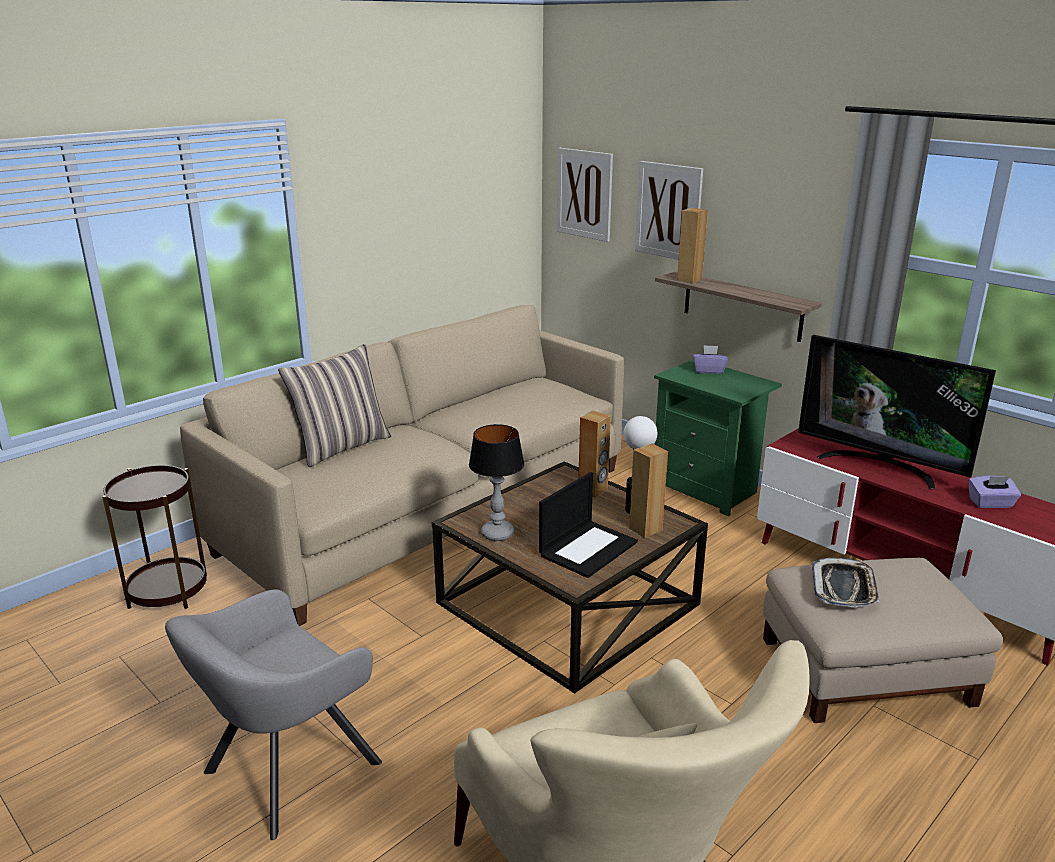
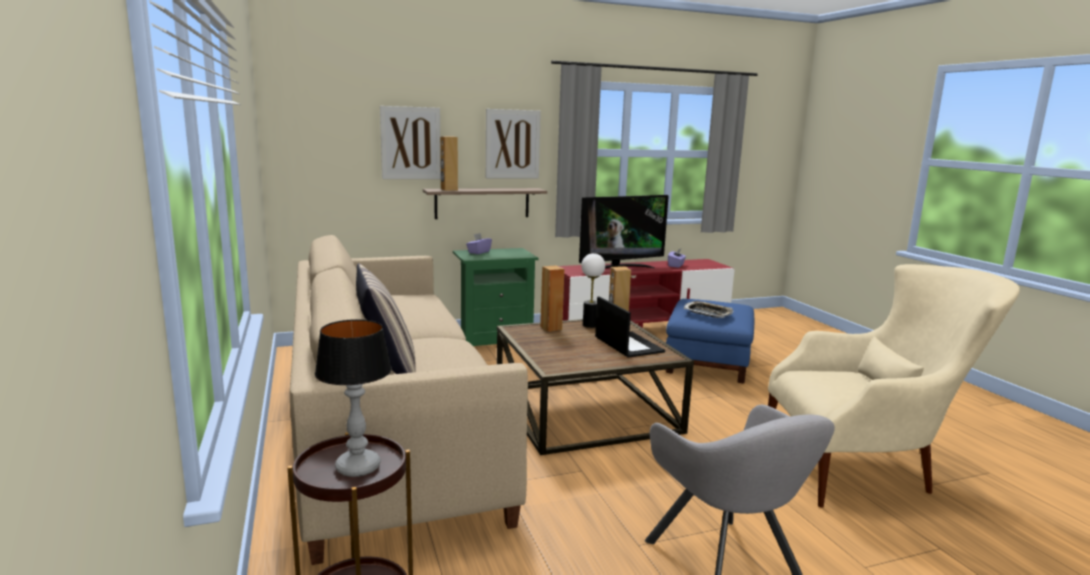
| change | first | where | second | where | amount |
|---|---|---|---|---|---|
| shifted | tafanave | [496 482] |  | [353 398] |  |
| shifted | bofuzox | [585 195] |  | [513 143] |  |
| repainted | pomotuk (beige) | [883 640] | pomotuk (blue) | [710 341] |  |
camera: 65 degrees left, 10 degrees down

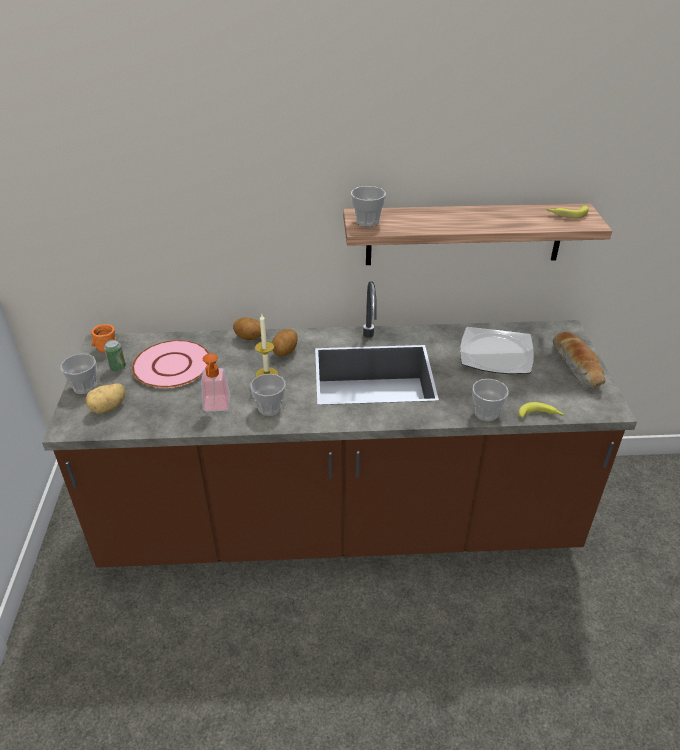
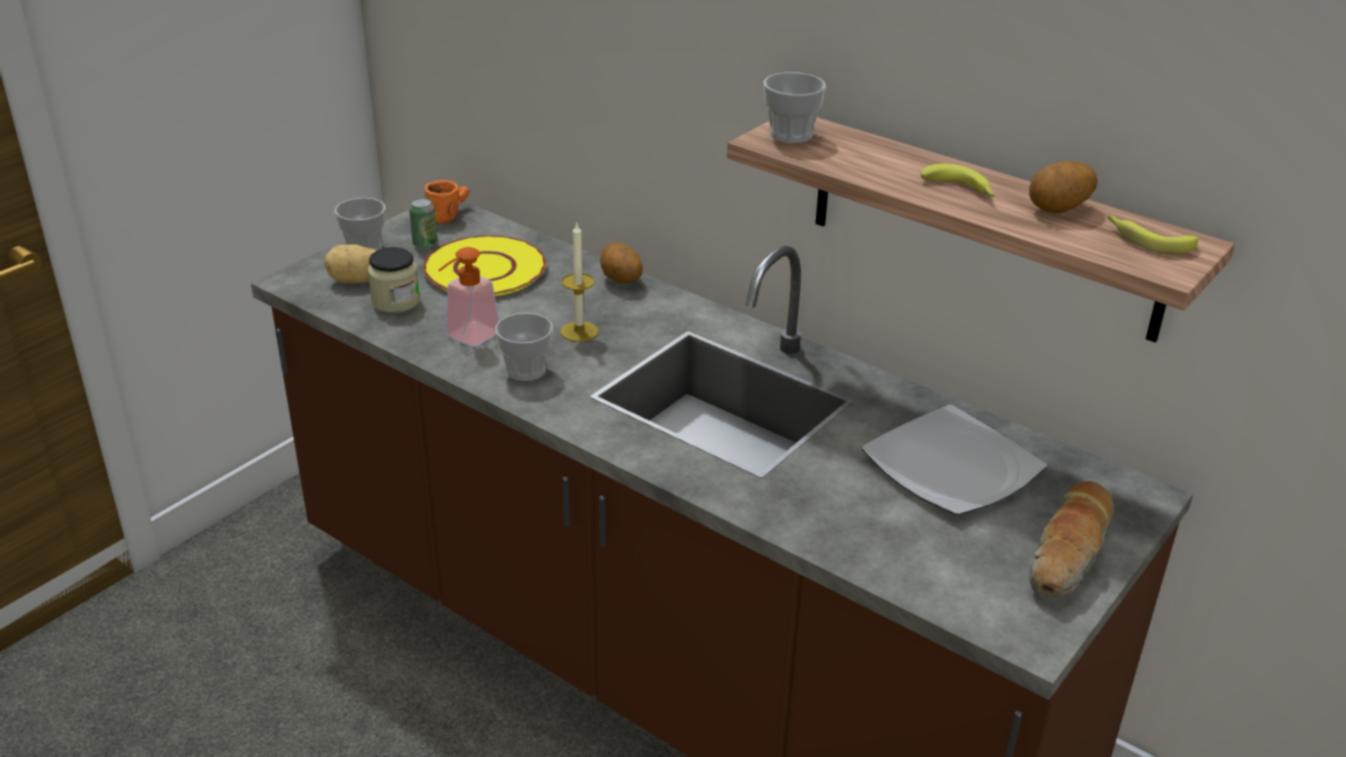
| change | first | where | second | where | amount |
|---|---|---|---|---|---|
| repainted | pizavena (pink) | [170 364] | pizavena (yellow) | [484 265] |  |
| shifted | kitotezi | [285 343] |  | [1063 187] |  |
| gone | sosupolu | [490 400] |  |  |  |
| shifted | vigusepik | [541 410] |  | [958 180] |  |
| new |  |  | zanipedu | [394 280] |  |
camera: 40 degrees right, 5 degrees down

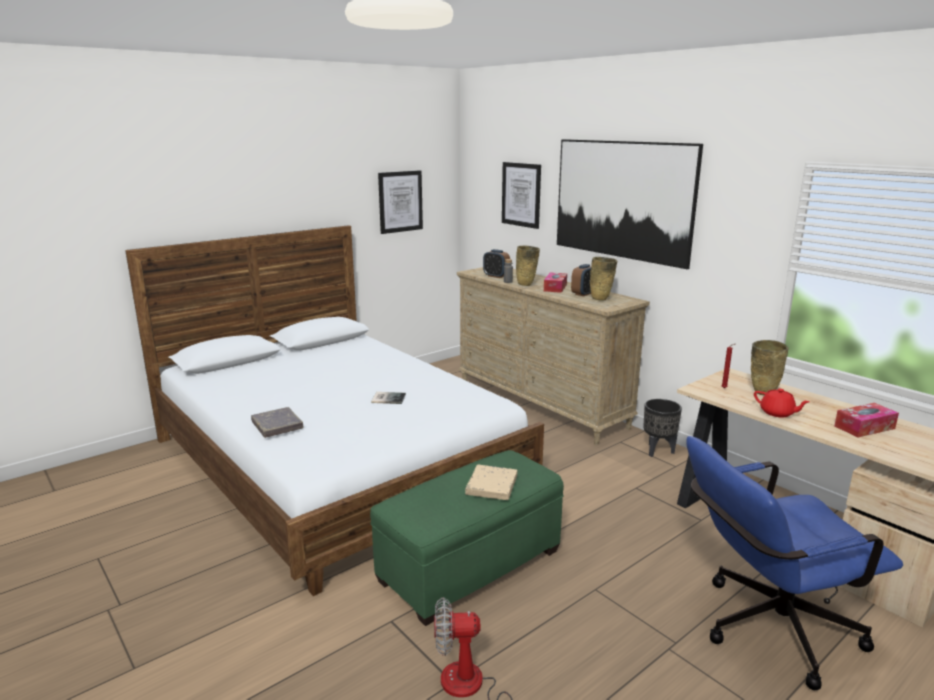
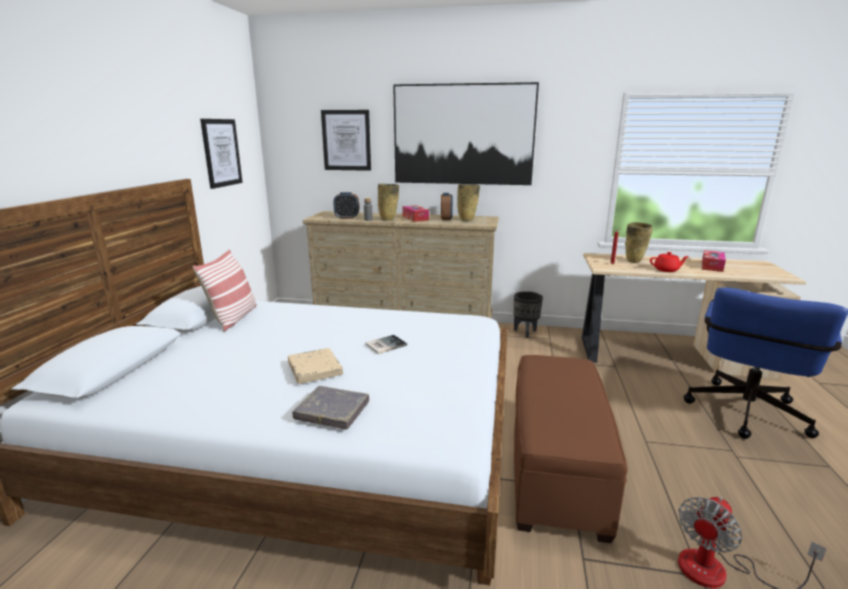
| change | first | where | second | where | amount |
|---|---|---|---|---|---|
| repainted | pomotuk (green) | [467 538] | pomotuk (brown) | [570 449] |  |
| shifted | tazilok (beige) | [491 482] |  | [315 366] |  |
| new |  |  | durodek | [224 290] |  |
camera: 40 degrees left, 0 degrees up

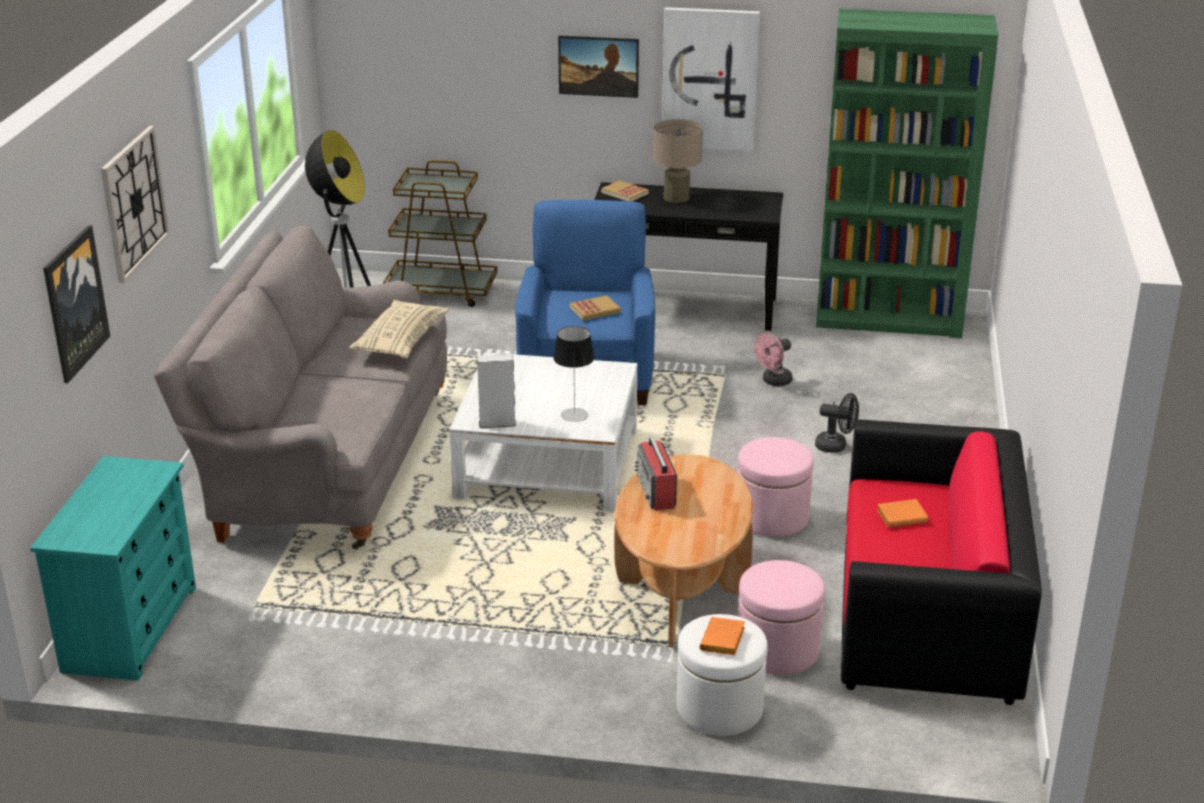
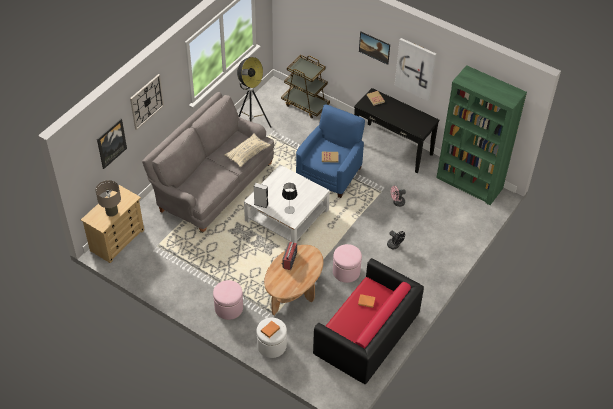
| change | first | where | second | where | amount |
|---|---|---|---|---|---|
| repainted | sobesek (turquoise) | [113 568] | sobesek (beige) | [112 224] |  |
| shifted | tafanave (beige) | [678 161] |  | [108 198] |  |
| shifted | pomotuk (pink) | [781 617] |  | [228 300] |  |
camera: 25 degrees right, 20 degrees up

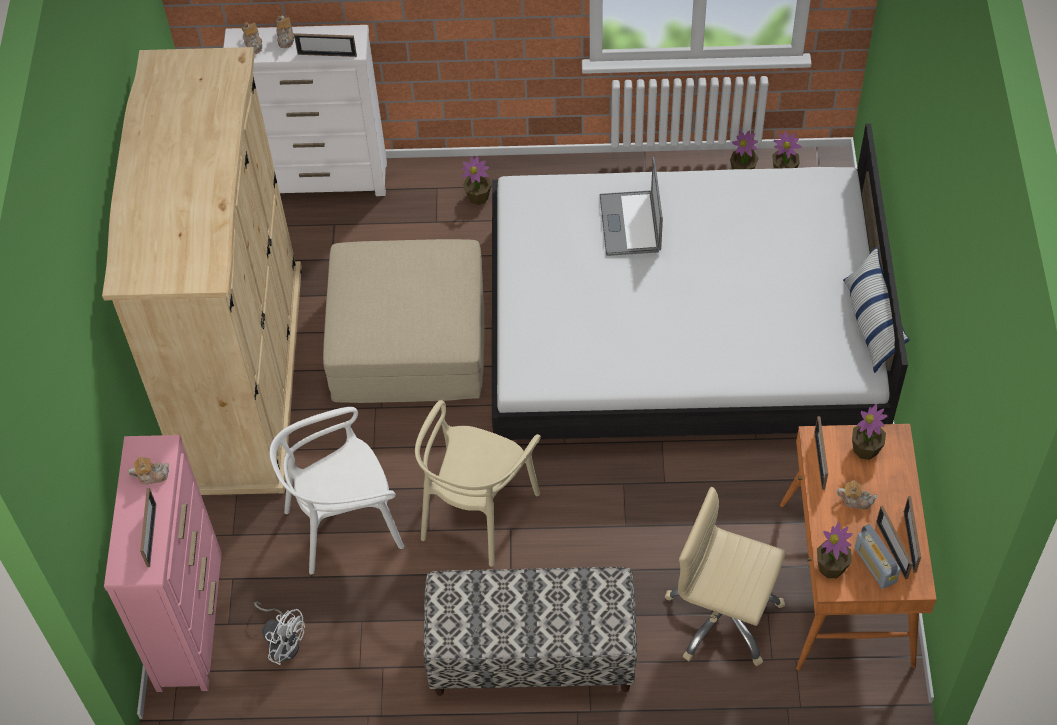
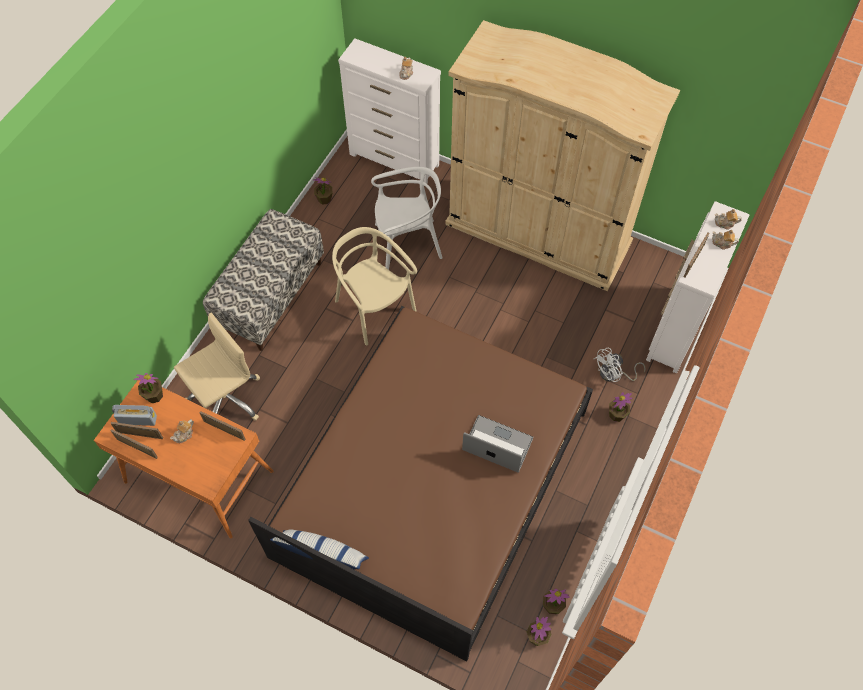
| change | first | where | second | where | amount |
|---|---|---|---|---|---|
| repainted | sobesek (pink) | [163 563] | sobesek (white) | [389 110] |  |
| gone | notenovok | [148 527] |  |  |  |
| shifted | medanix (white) | [279 633] |  | [620 364] |  |
| rotated | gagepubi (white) | [337 491] |  | [407 218] | 75 degrees clockwise |
| gone | pomotuk (beige) | [403 321] |  |  |  |
| repainted | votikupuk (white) | [700 281] | votikupuk (brown) | [420 483] |  |
| shifted | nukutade | [869 432] |  | [322 191] |  |
camera: 115 degrees right, 5 degrees up

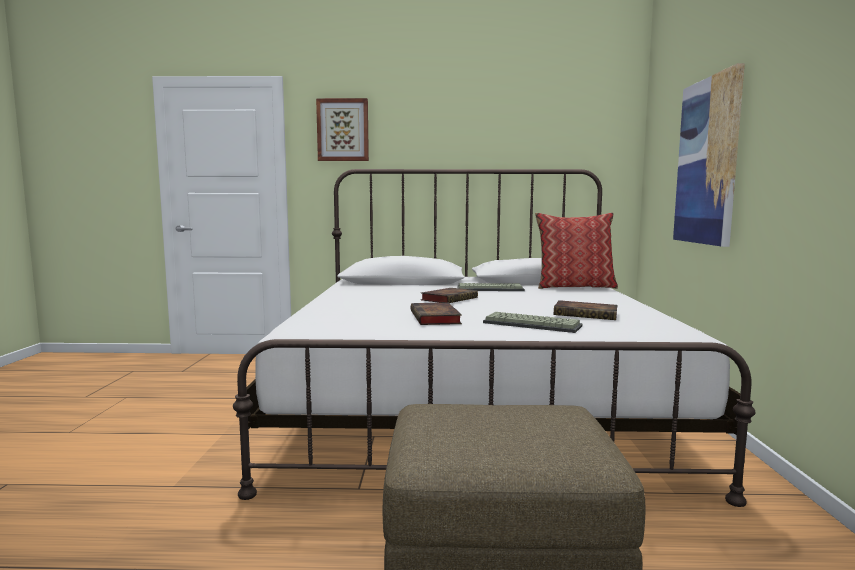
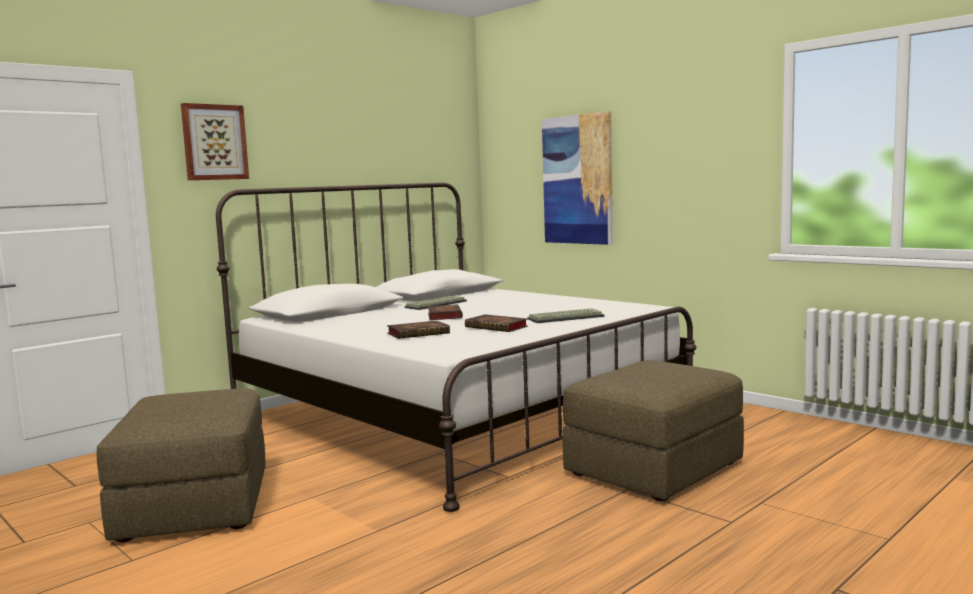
| change | first | where | second | where | amount |
|---|---|---|---|---|---|
| gone | durodek | [576 250] |  |  |  |
| shifted | tazilok | [585 310] |  | [418 330] |  |
| new |  |  | pomotuk (brown) | [181 465] |  |
camera: 45 degrees left, 0 degrees up

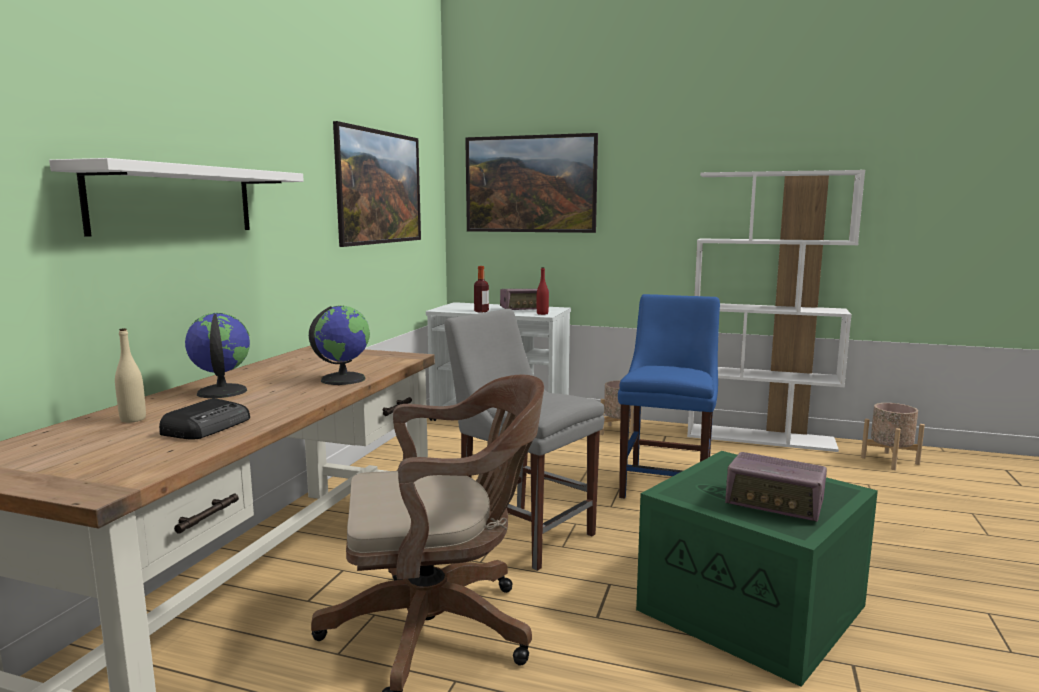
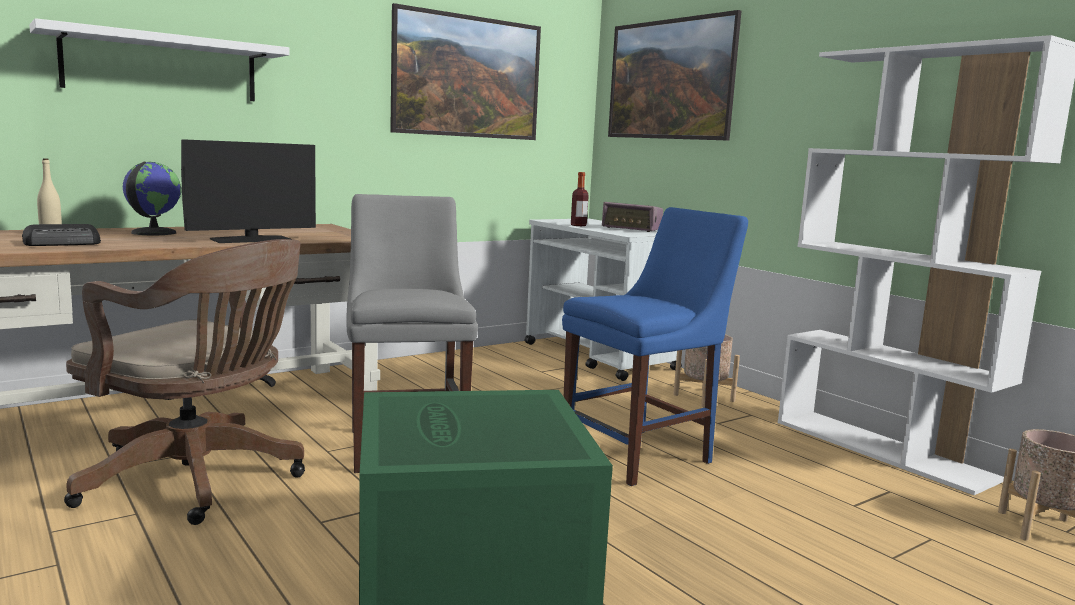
| change | first | where | second | where | amount |
|---|---|---|---|---|---|
| swapped | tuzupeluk | [339 345] | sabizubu | [248 191] |  |
| gone | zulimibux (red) | [543 291] |  |  |  |
| gone | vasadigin | [776 487] |  |  |  |
camera: 35 degrees right, 0 degrees up

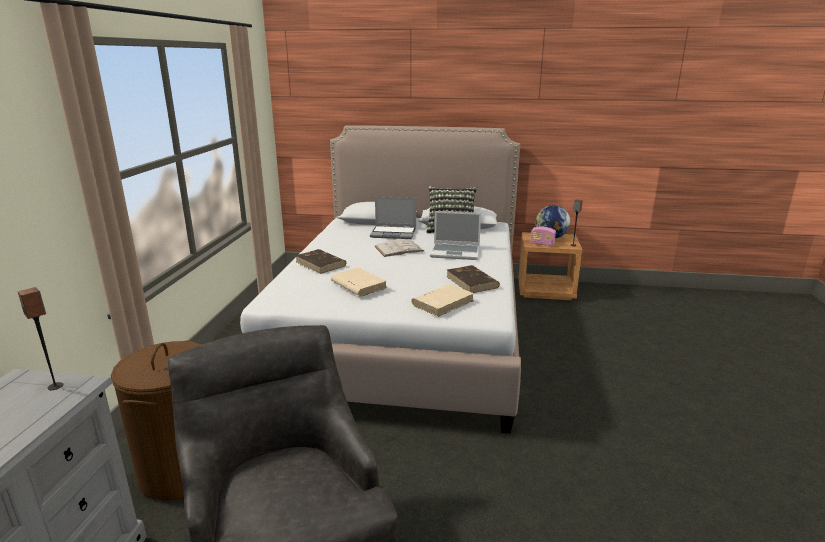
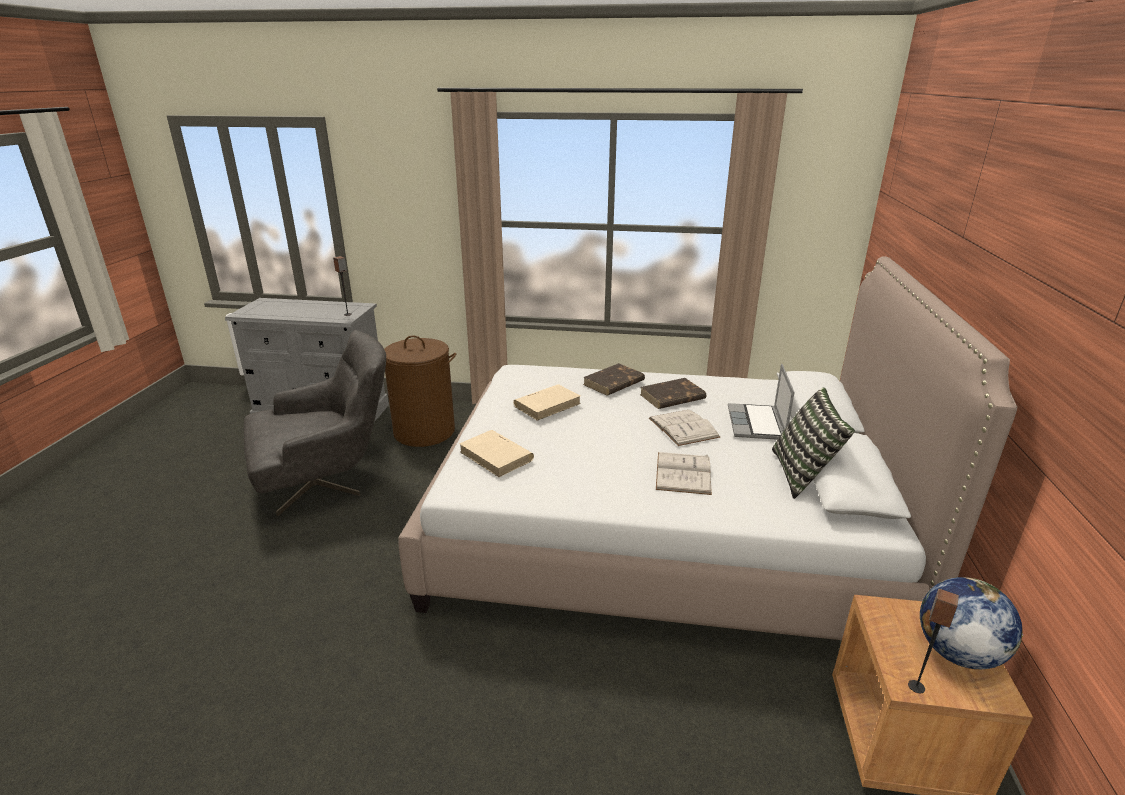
| change | first | where | second | where | amount |
|---|---|---|---|---|---|
| swapped | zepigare | [455 235] | tazilok (white) | [684 473] |  |
| shifted | tazilok (brown) | [473 279] |  | [673 393] |  |
| gone | vasadigin | [543 236] |  |  |  |
camera: 90 degrees right, 5 degrees up

